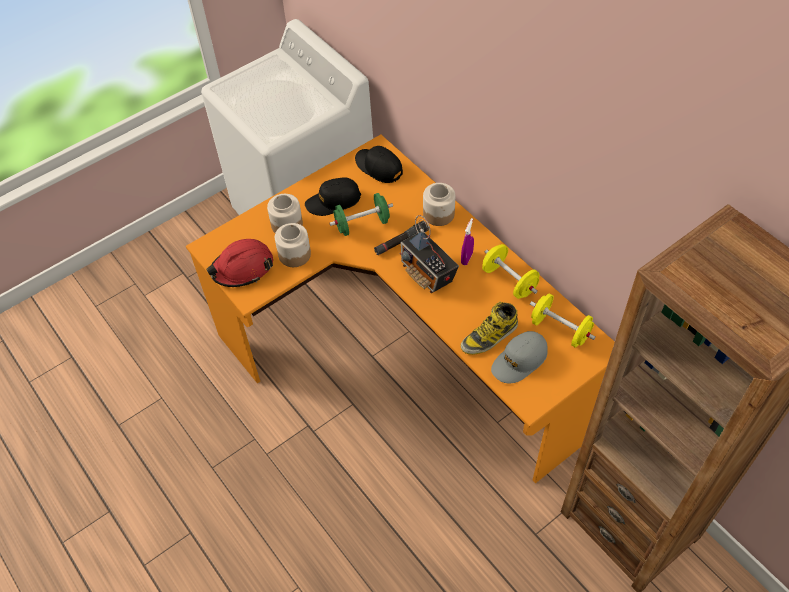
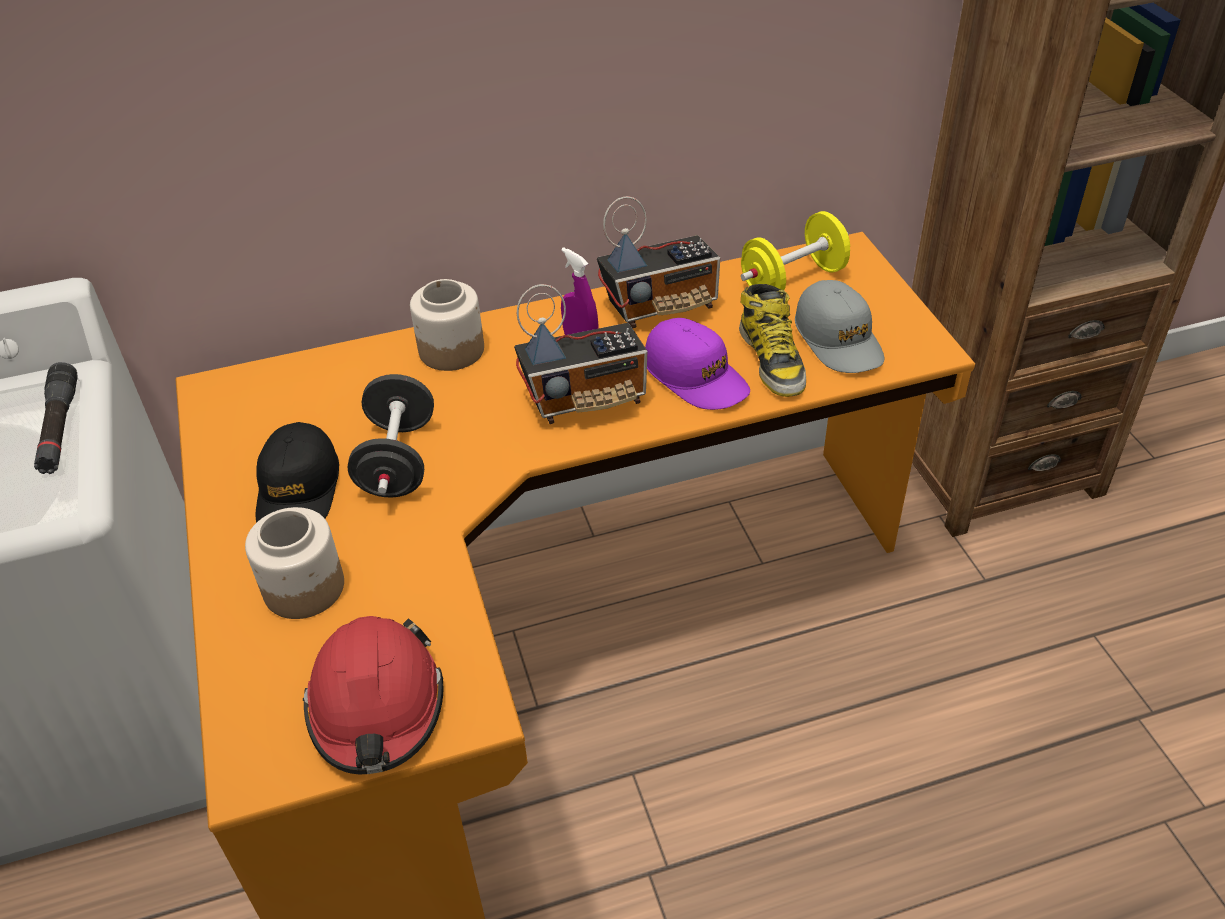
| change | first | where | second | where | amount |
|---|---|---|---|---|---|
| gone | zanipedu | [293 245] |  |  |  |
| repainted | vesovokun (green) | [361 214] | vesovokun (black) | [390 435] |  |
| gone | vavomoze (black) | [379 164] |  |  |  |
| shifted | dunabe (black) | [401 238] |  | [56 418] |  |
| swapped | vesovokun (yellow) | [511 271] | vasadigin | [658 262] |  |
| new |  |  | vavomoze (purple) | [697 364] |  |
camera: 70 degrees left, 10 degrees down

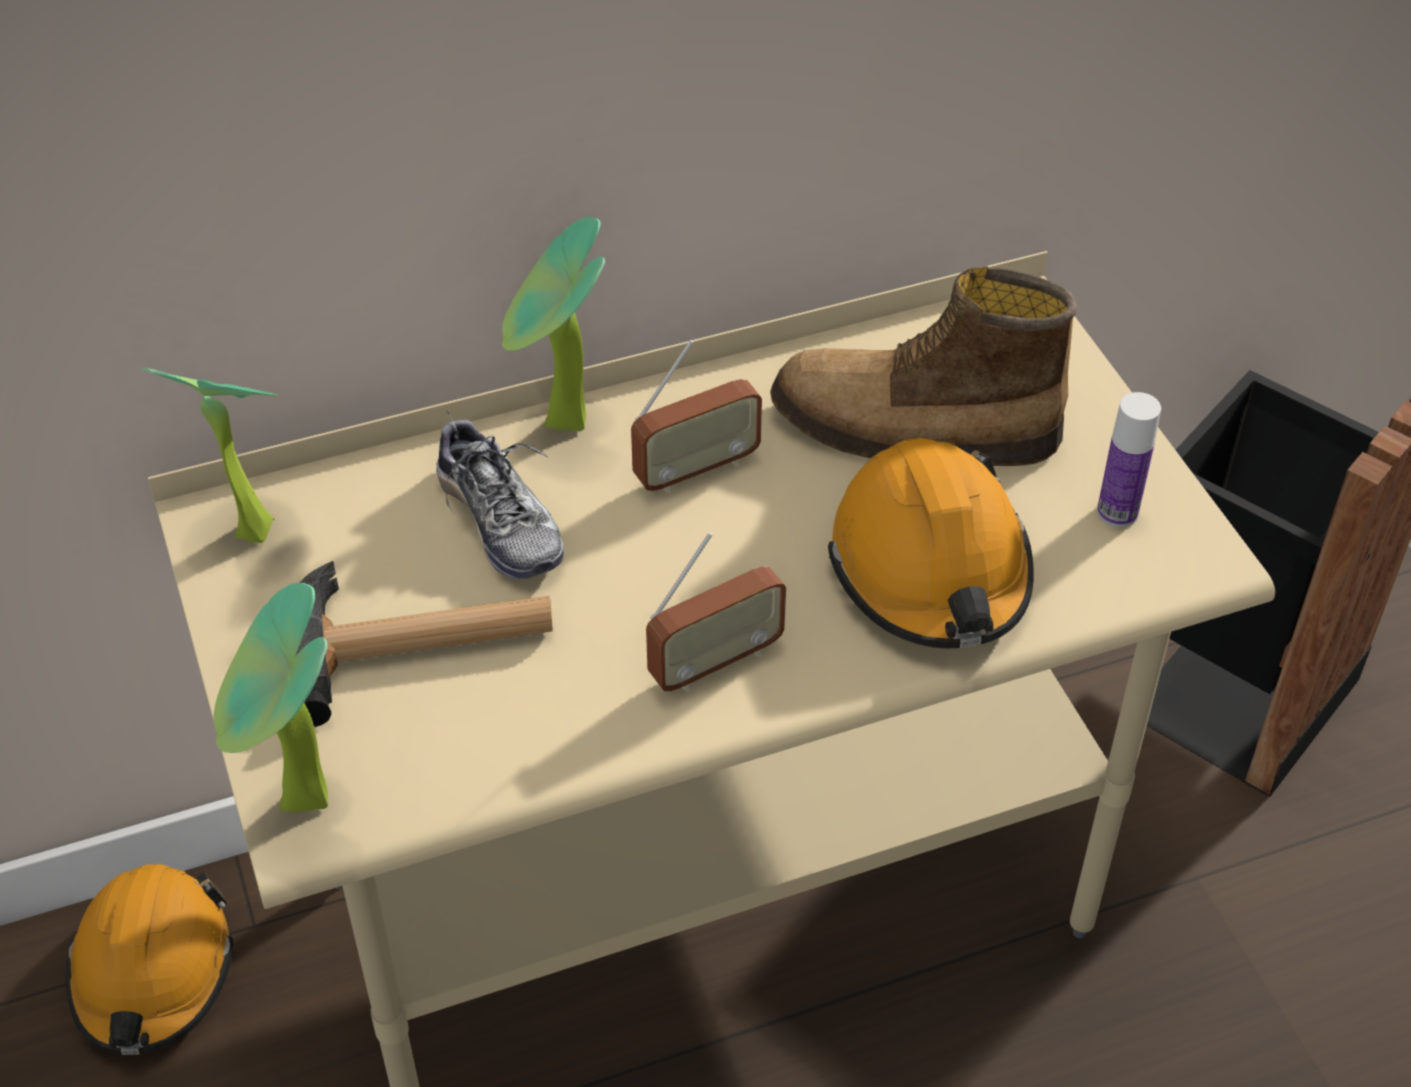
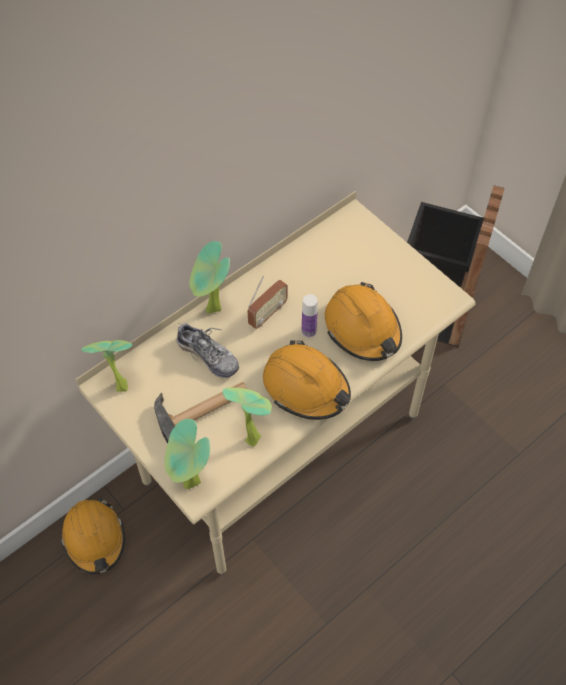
| change | first | where | second | where | amount |
|---|---|---|---|---|---|
| swapped | vasadigin | [716 612] | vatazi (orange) | [307 380] |  |
| gone | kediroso | [923 366] |  |  |  |
| shifted | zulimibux | [1129 460] |  | [310 315] |  |
| new |  |  | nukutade | [247 417] |  |
camera: 20 degrees left, 10 degrees up

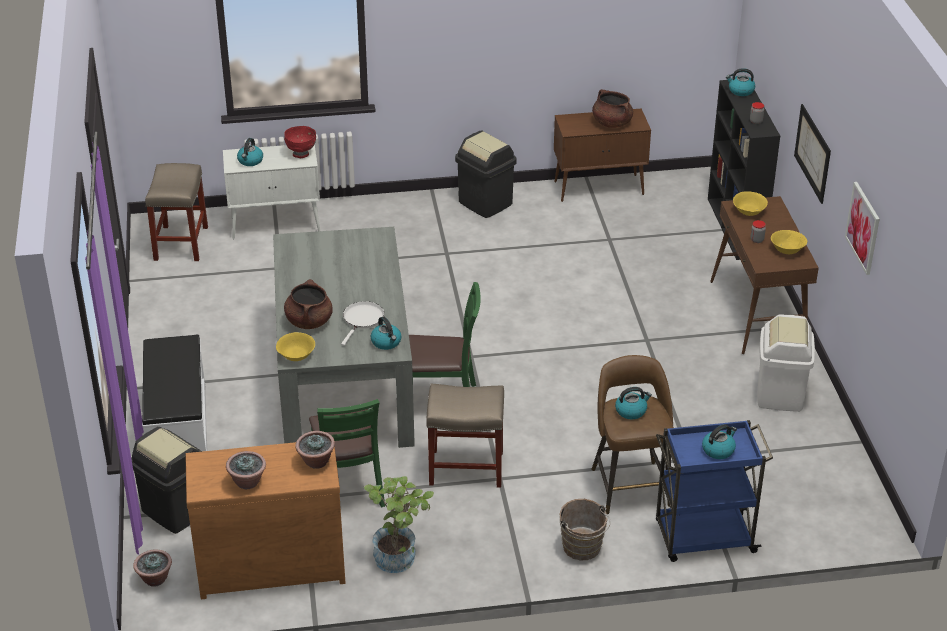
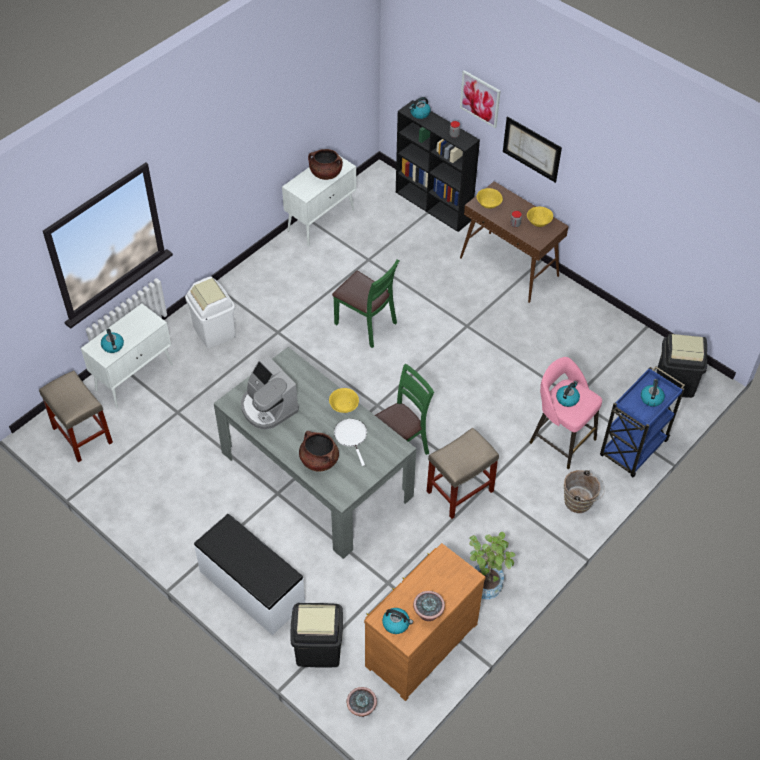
| change | first | where | second | where | amount |
|---|---|---|---|---|---|
| shifted | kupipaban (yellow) | [295 346] |  | [344 400] |  |
| gone | kupipaban (red) | [300 142] |  |  |  |
| gone | nukutade | [315 450] |  |  |  |
| shifted | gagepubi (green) | [347 453] |  | [366 303] |  |
| shifted | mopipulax | [386 333] |  | [397 621] |  |
| shifted | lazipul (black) | [485 174] |  | [682 366] |  |
| repainted | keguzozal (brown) | [602 155] | keguzozal (white) | [319 201] |  |
| repainted | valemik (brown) | [632 434] | valemik (pink) | [566 413] |  |
| shifted | lazipul (white) | [786 363] |  | [210 312] |  |
| shifted | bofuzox | [862 228] |  | [480 99] |  |
| new |  |  | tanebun | [270 393] |  |
camera: 40 degrees left, 15 degrees up

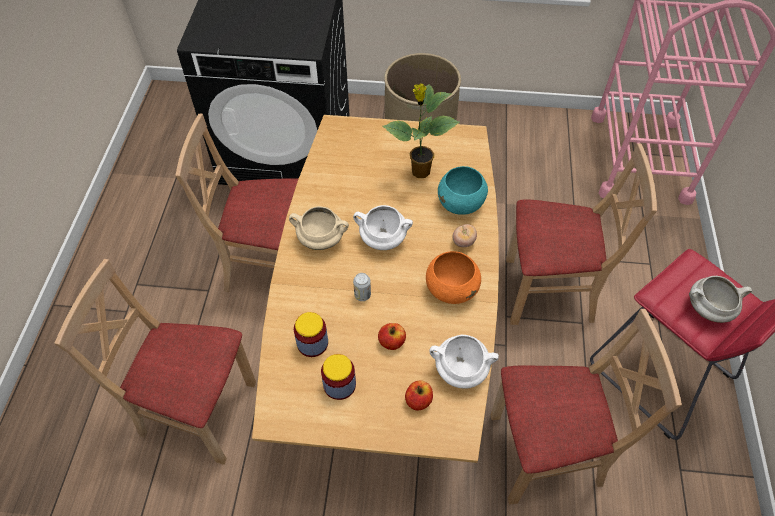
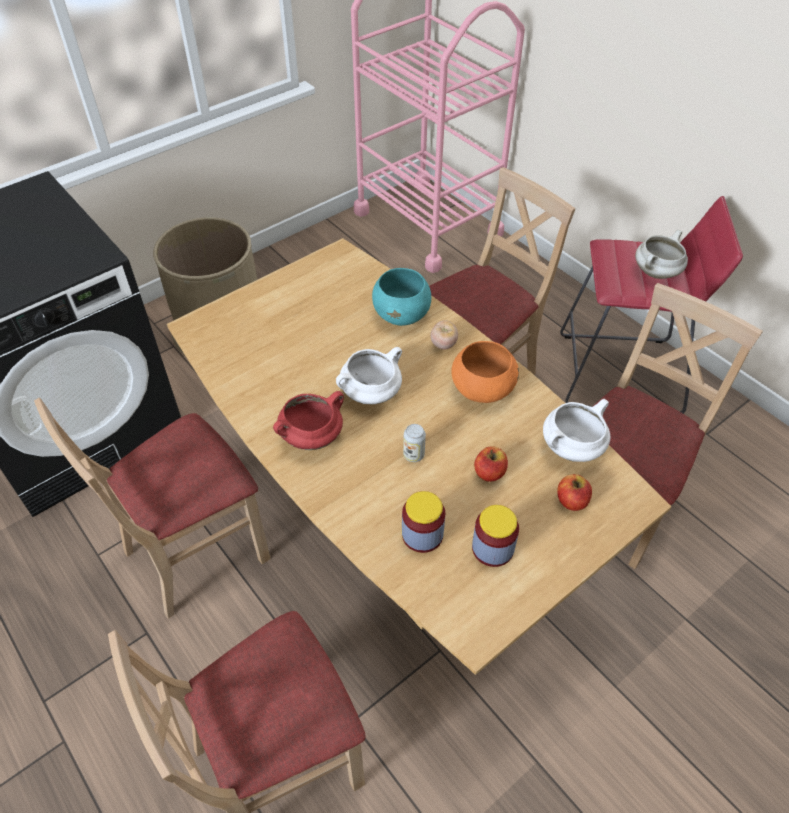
| change | first | where | second | where | amount |
|---|---|---|---|---|---|
| repainted | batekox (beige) | [319 228] | batekox (red) | [308 420] |  |
| gone | nukutade | [421 130] |  |  |  |
camera: 45 degrees left, 5 degrees down

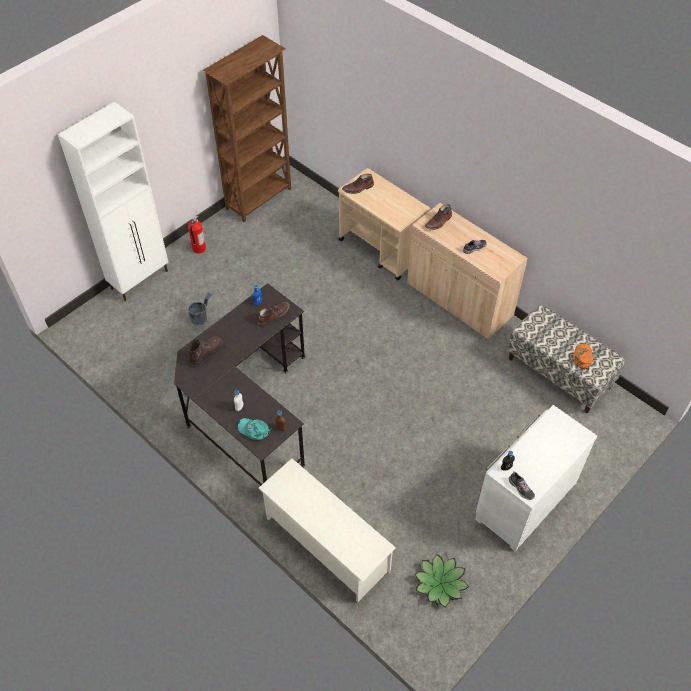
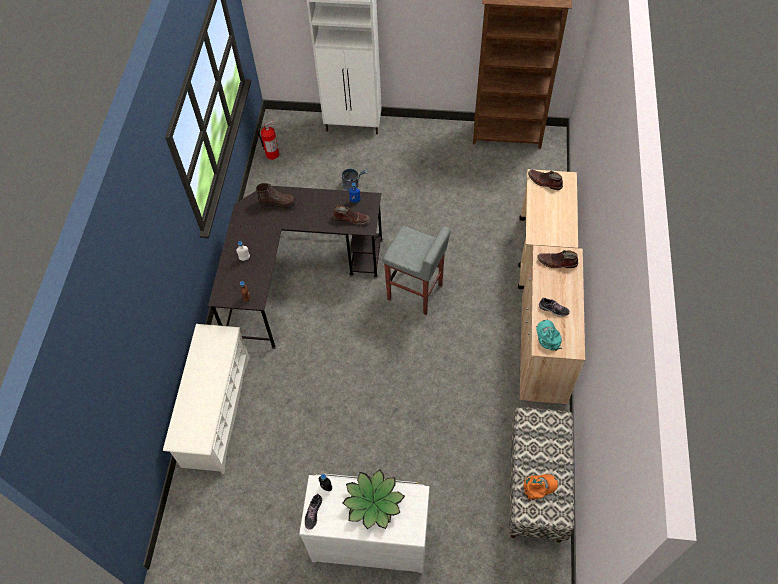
| change | first | where | second | where | amount |
|---|---|---|---|---|---|
| shifted | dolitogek | [197 232] |  | [268 140] |  |
| shifted | vavomoze (turquoise) | [255 429] |  | [549 335] |  |
| shifted | nukutade | [442 580] |  | [374 499] |  |
| new |  |  | valemik (grey) | [416 270] |  |
camera: 55 degrees right, 5 degrees up

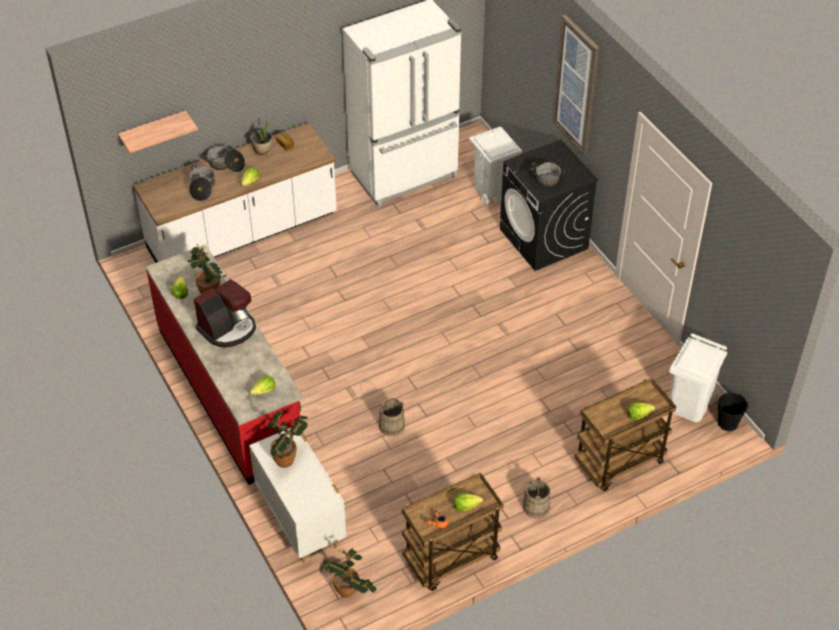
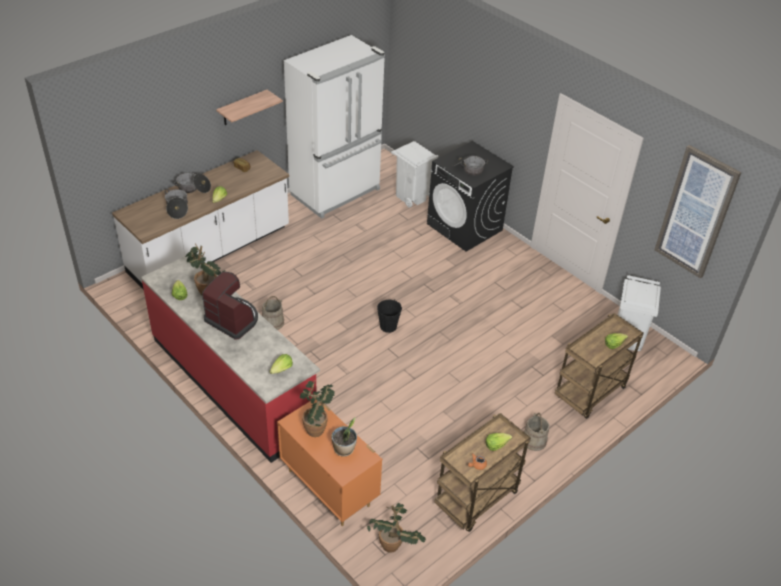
| change | first | where | second | where | amount |
|---|---|---|---|---|---|
| shifted | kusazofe | [158 131] |  | [249 107] |  |
| rotated | tanebun | [225 313] |  | [230 306] | 90 degrees counterclockwise |
| repainted | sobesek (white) | [298 495] | sobesek (orange) | [329 462] |  |
| shifted | nukutade | [261 138] |  | [344 437] |  |
| shifted | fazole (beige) | [392 417] |  | [273 313] |  |
| shifted | bofuzox | [576 85] |  | [698 212] |  |
| shifted | fazole (black) | [733 412] |  | [389 316] |  |
camera: 15 degrees left, 5 degrees down

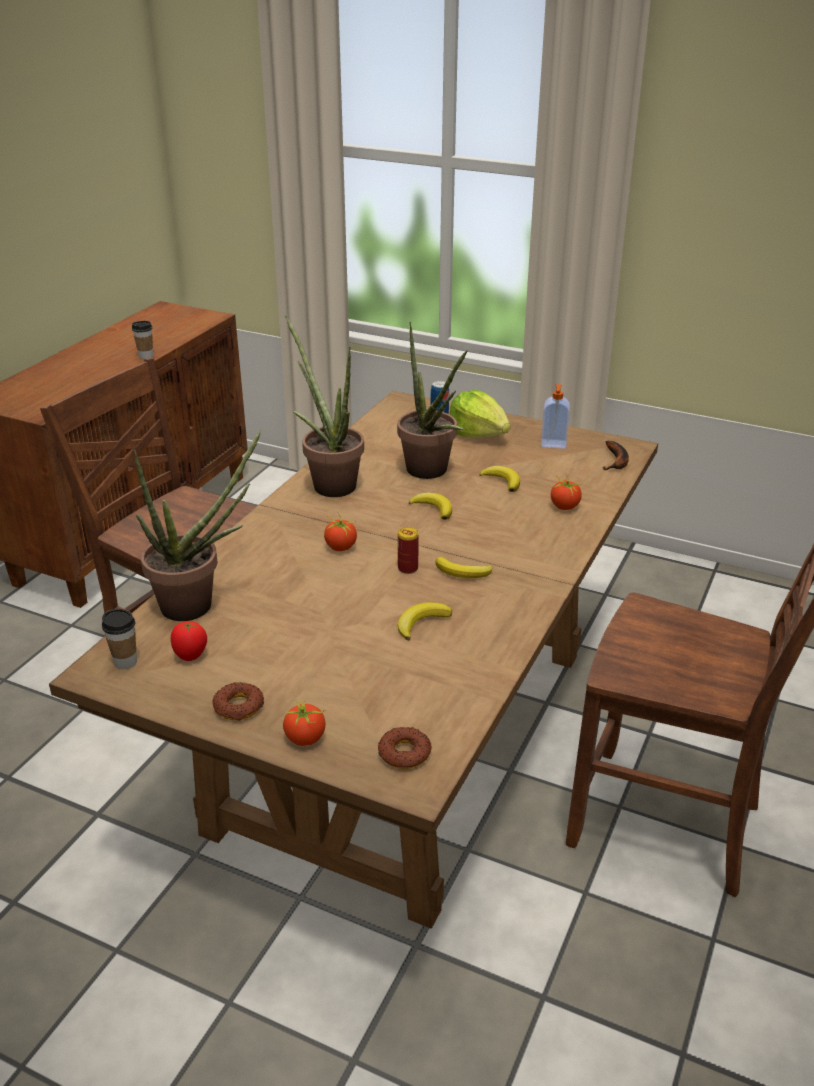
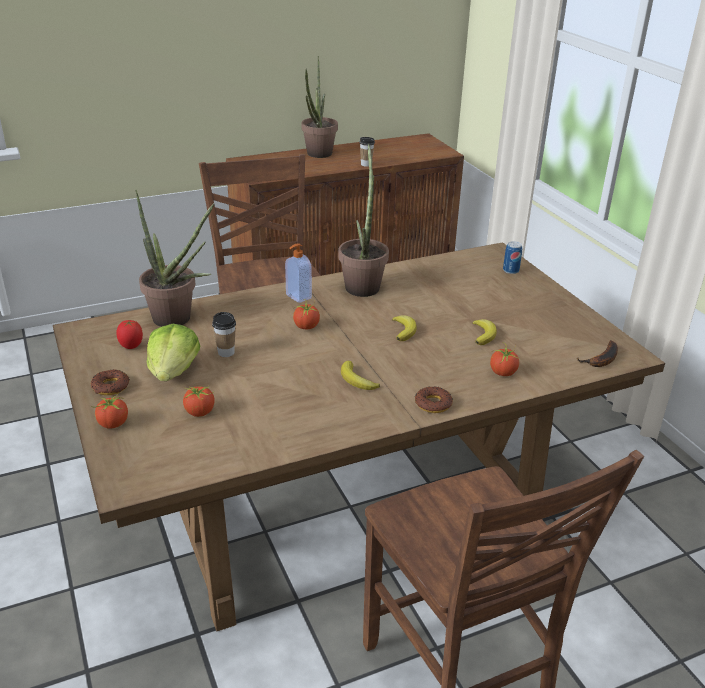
| change | first | where | second | where | amount |
|---|---|---|---|---|---|
| shifted | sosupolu | [119 639] |  | [224 334] |  |
| shifted | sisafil | [405 748] |  | [434 399] |  |
| shifted | nukutade | [432 400] |  | [319 107] |  |
| gone | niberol | [408 550] |  |  |  |
| gone | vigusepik | [425 621] |  |  |  |
| shifted | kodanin | [480 414] |  | [173 352] |  |
| shifted | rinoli | [555 416] |  | [298 273] |  |
| new |  |  | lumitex | [199 401] |  |
camera: 40 degrees right, 0 degrees up

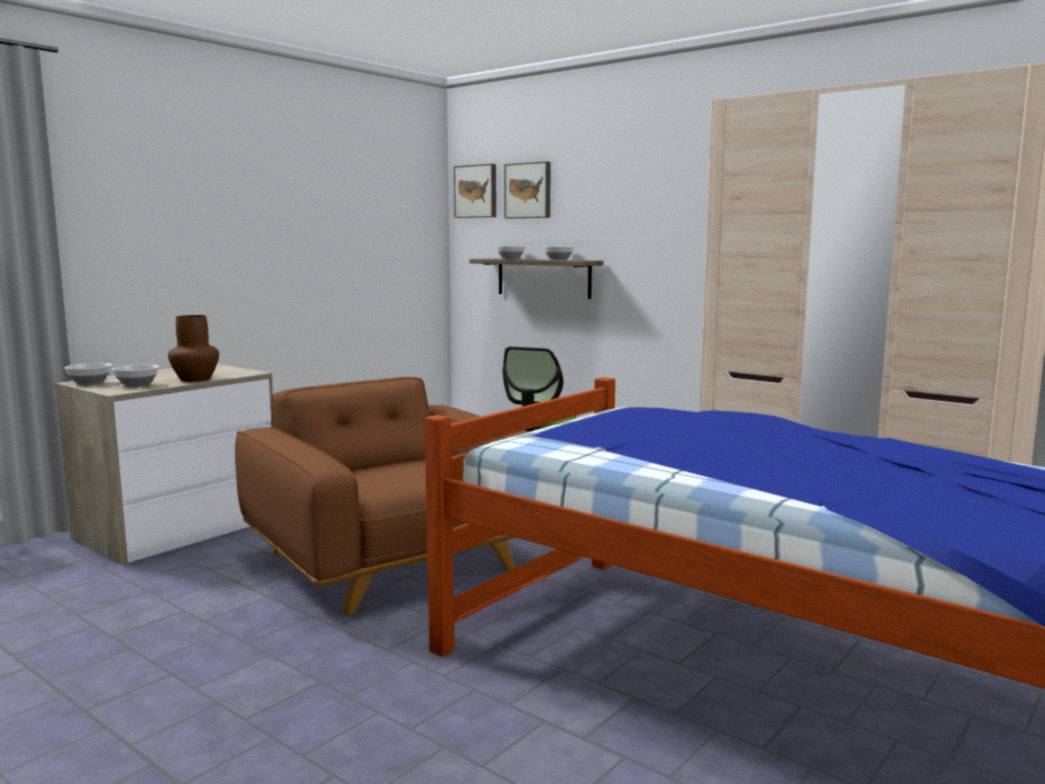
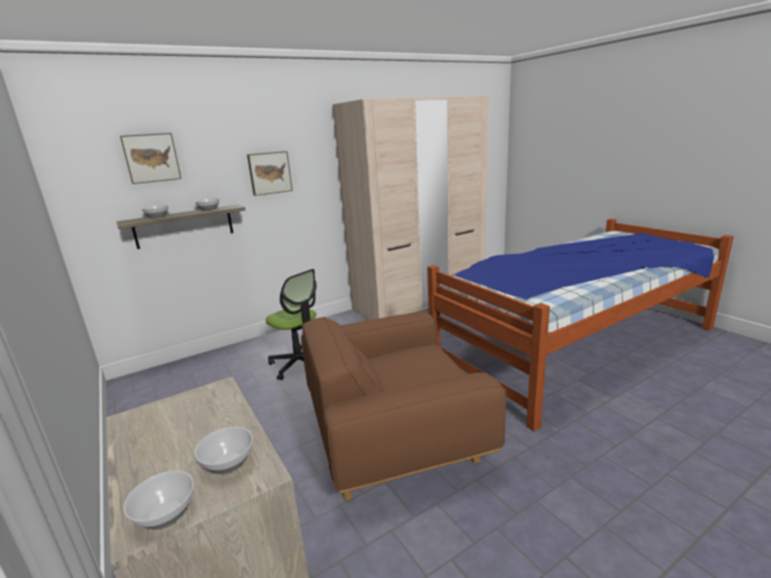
| change | first | where | second | where | amount |
|---|---|---|---|---|---|
| gone | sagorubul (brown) | [193 348] |  |  |  |
| shifted | bofuzox | [475 191] |  | [270 173] |  |
camera: 70 degrees left, 10 degrees up

